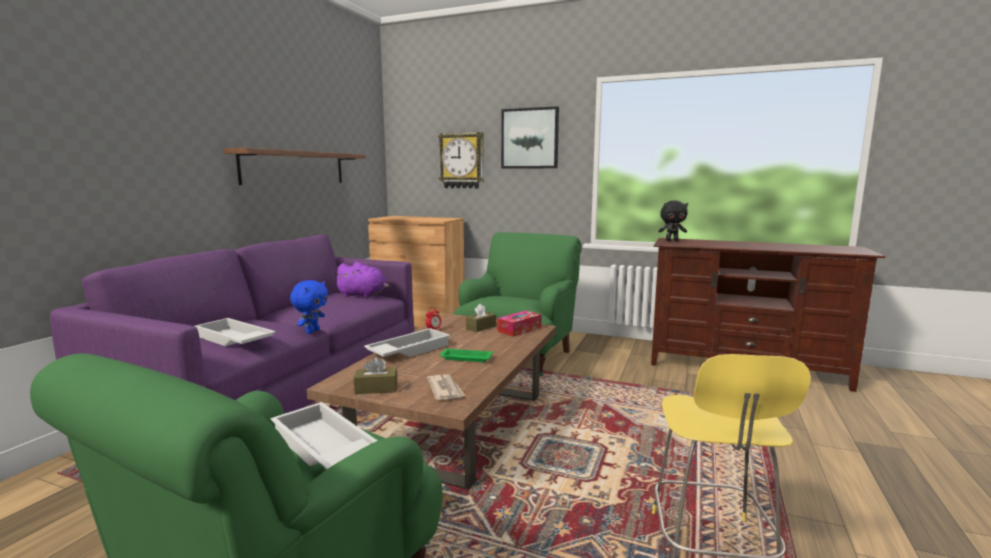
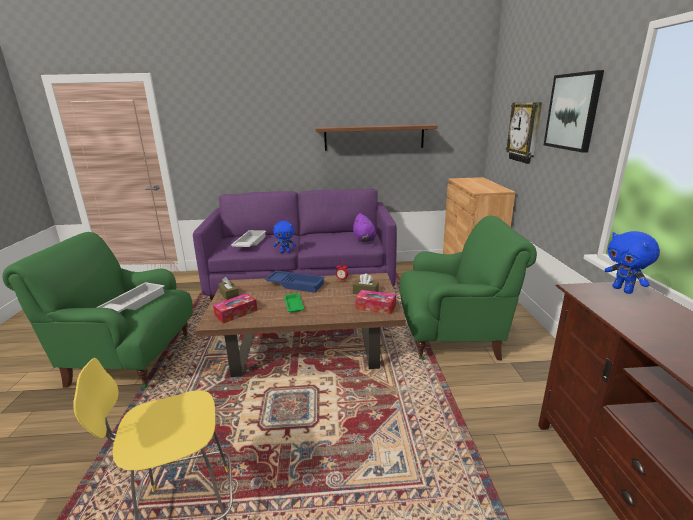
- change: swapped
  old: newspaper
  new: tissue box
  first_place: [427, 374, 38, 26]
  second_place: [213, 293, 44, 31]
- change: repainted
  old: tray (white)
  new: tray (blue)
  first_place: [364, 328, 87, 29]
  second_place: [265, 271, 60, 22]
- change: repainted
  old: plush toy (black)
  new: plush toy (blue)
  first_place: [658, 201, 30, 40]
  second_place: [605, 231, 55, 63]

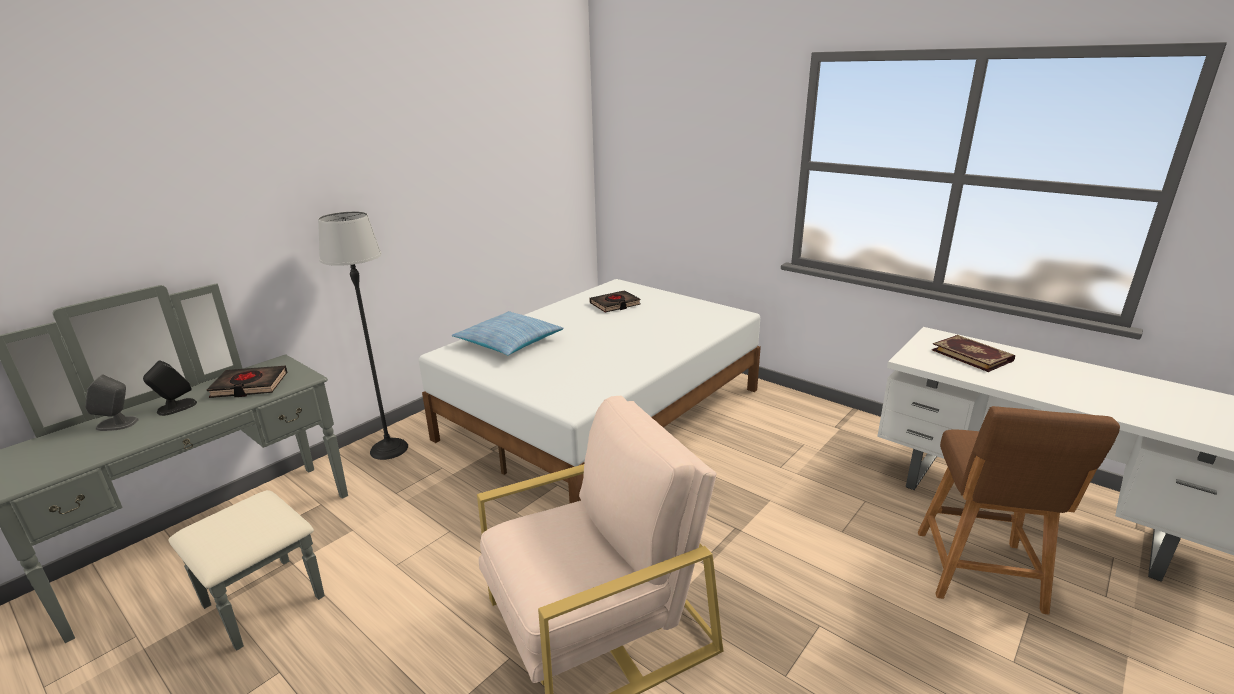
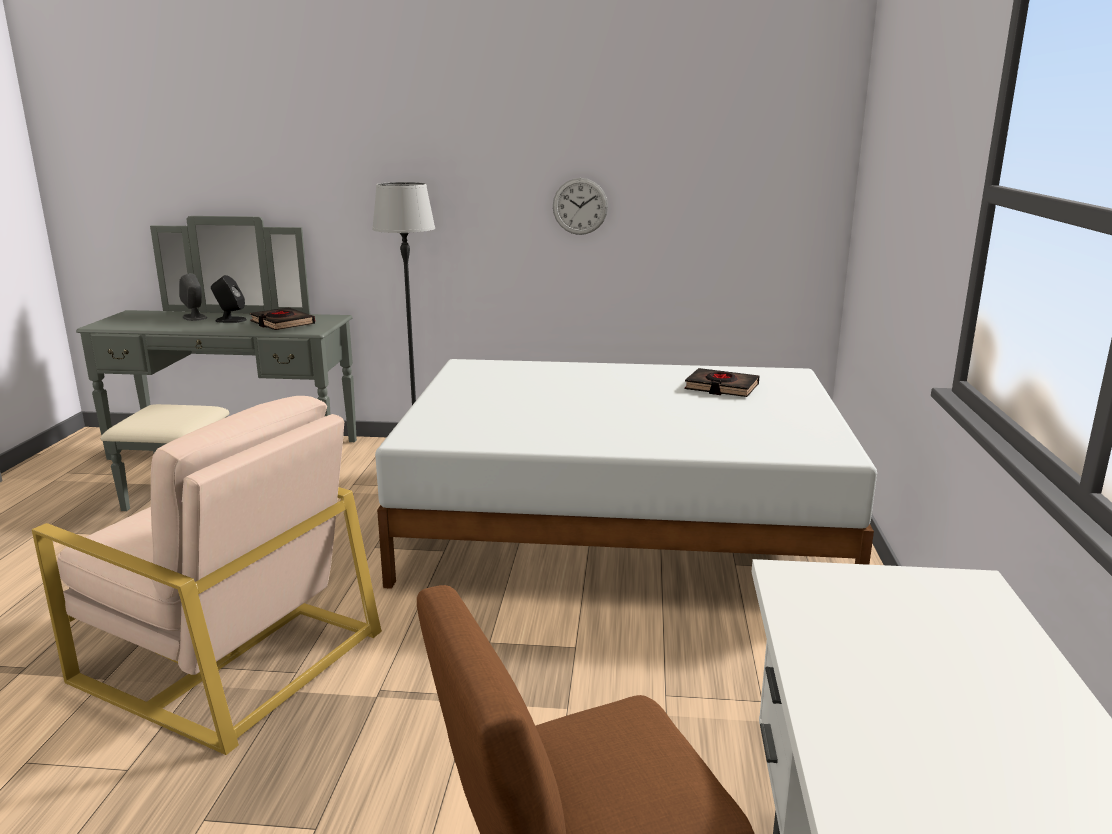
- change: gone
  old: pillow
  first_place: [452, 311, 112, 45]
- change: gone
  old: book
  first_place: [932, 335, 83, 37]
- change: new
  new: wall clock
  second_place: [553, 178, 55, 57]

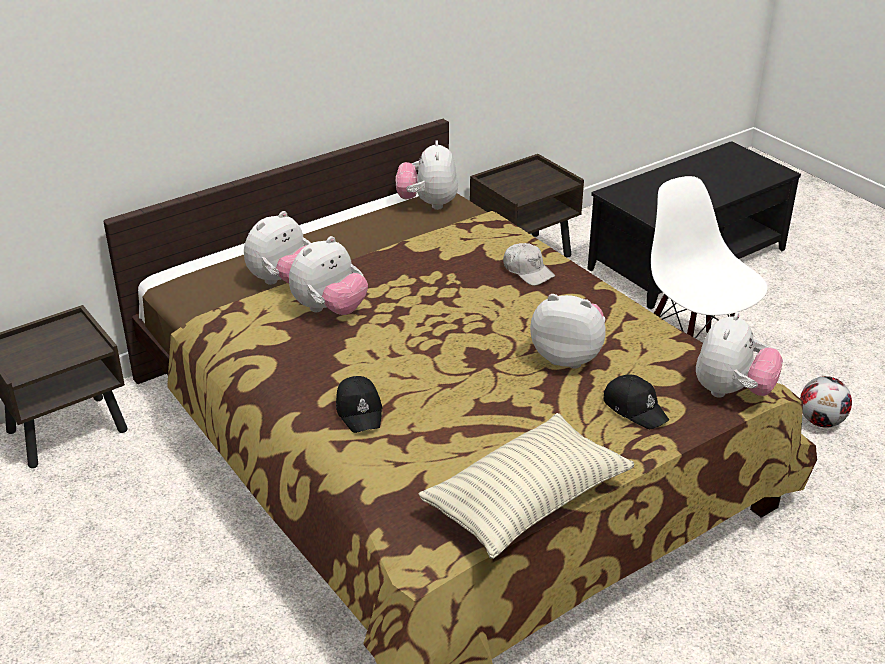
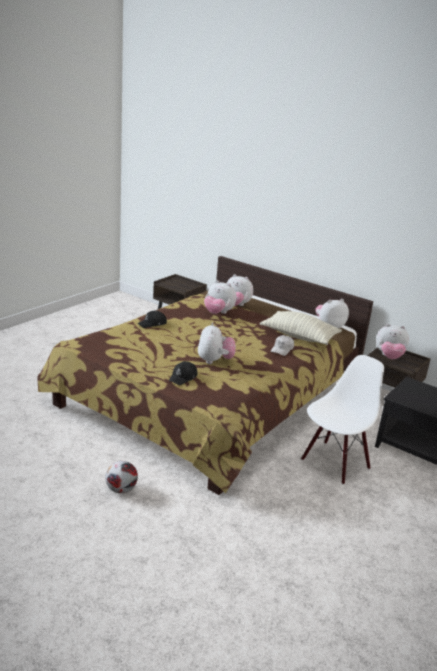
- change: shifted
  old: pillow
  first_place: [419, 413, 215, 146]
  second_place: [260, 311, 82, 34]
- change: shifted
  old: plush toy
  first_place: [696, 312, 87, 86]
  second_place: [376, 324, 33, 35]
- change: shifted
  old: football
  first_place: [800, 376, 52, 52]
  second_place: [105, 461, 33, 32]

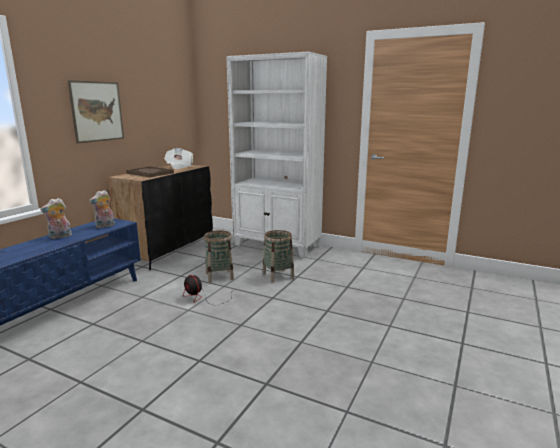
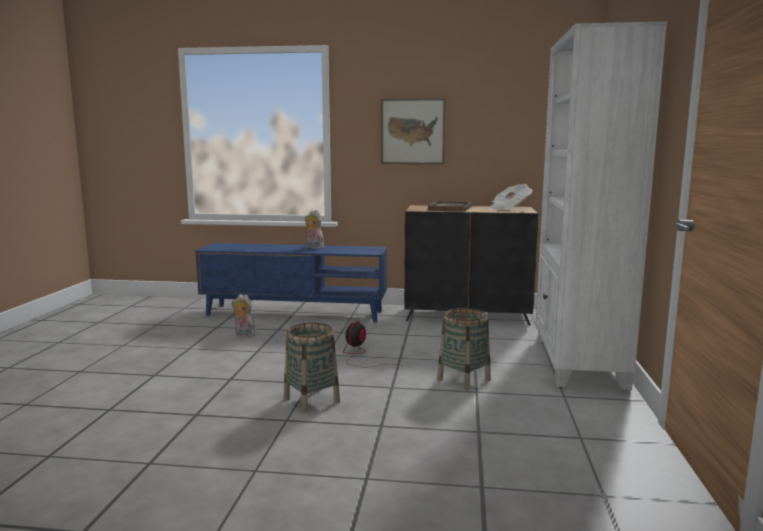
- change: shifted
  old: plush toy
  first_place: [89, 190, 26, 38]
  second_place: [232, 294, 23, 43]
- change: shifted
  old: basket
  first_place: [204, 230, 30, 53]
  second_place: [284, 323, 56, 90]

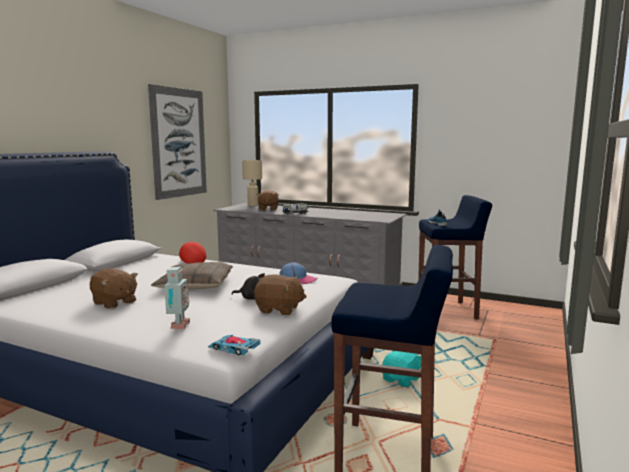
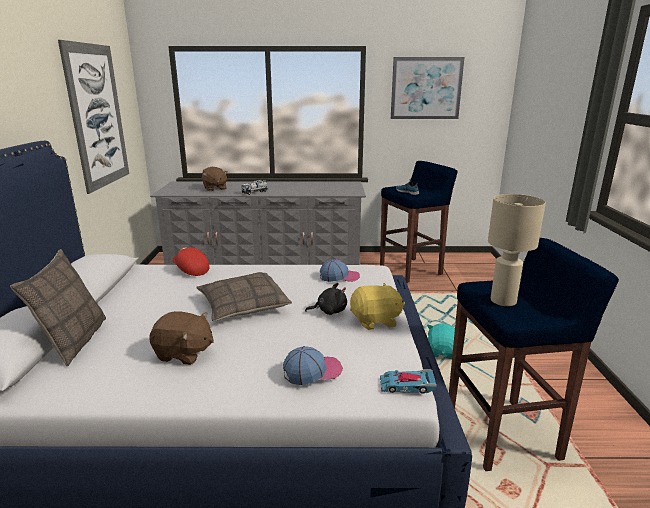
- change: new
  new: pillow
  second_place: [10, 249, 96, 117]
- change: new
  new: picture
  second_place: [391, 57, 74, 62]
- change: shifted
  old: table lamp (beige)
  first_place: [242, 160, 20, 46]
  second_place: [488, 194, 58, 112]
- change: swapped
  old: toy robot
  new: cap
  first_place: [164, 267, 26, 62]
  second_place: [283, 346, 60, 39]
- change: repainted
  old: plush toy (brown)
  new: plush toy (yellow)
  first_place: [254, 274, 53, 41]
  second_place: [350, 282, 55, 48]

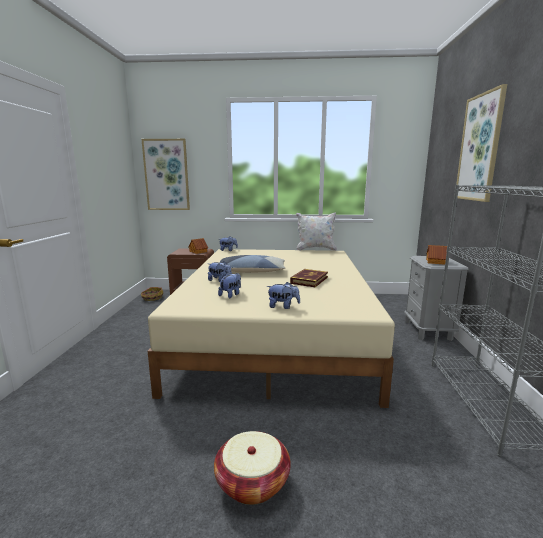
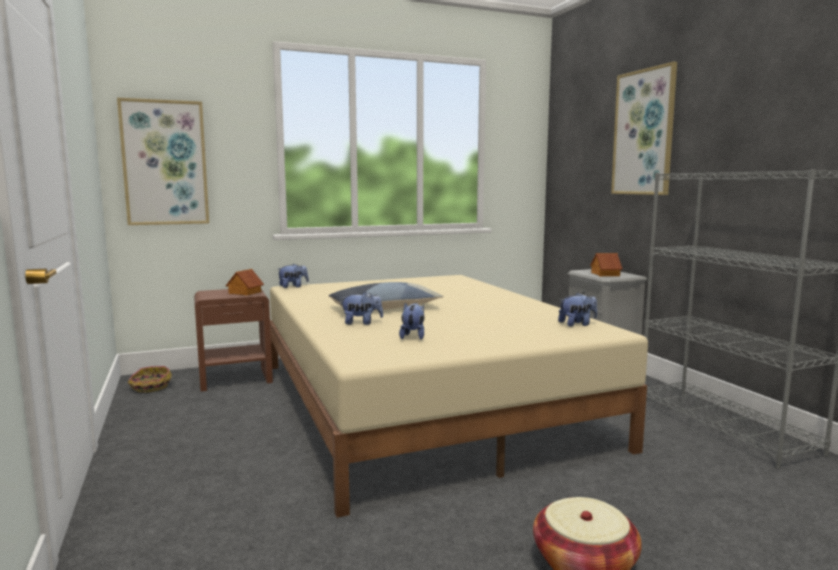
- change: gone
  old: book
  first_place: [290, 269, 38, 18]
- change: gone
  old: pillow (white)
  first_place: [296, 212, 41, 39]
- change: shifted
  old: plush toy
  first_place: [267, 282, 33, 27]
  second_place: [558, 293, 39, 34]

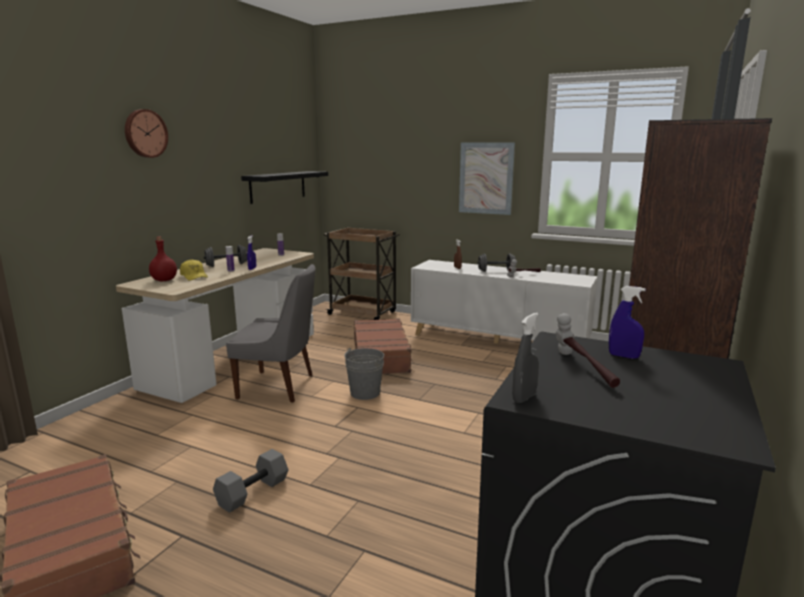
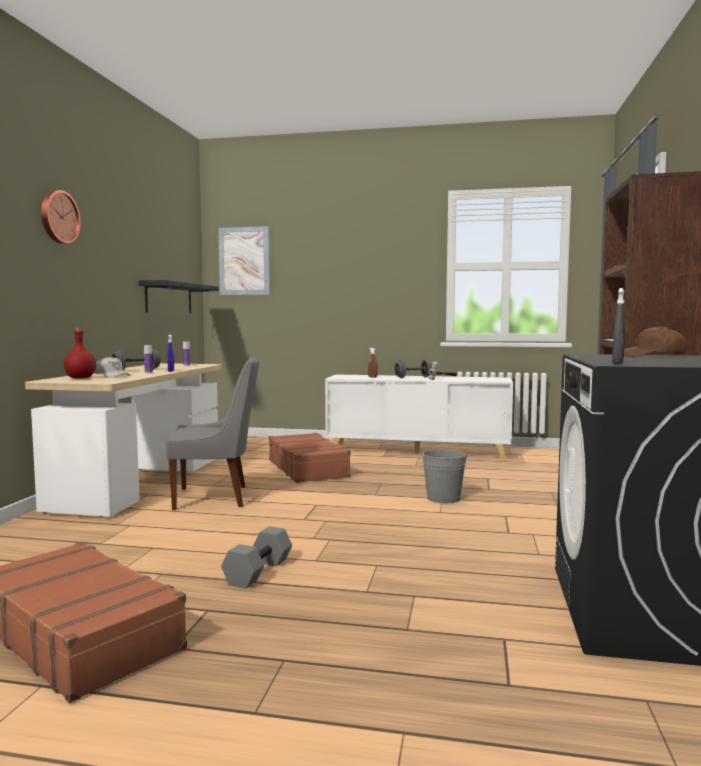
- change: gone
  old: cart (brown)
  first_place: [324, 227, 76, 93]
- change: gone
  old: hammer
  first_place: [556, 313, 64, 75]
- change: shifted
  old: bucket (grey)
  first_place: [344, 348, 40, 52]
  second_place: [420, 449, 49, 54]
- change: shifted
  old: picture
  first_place: [459, 142, 56, 73]
  second_place: [218, 226, 52, 69]
- change: swapped
  old: spray bottle (blue)
  new: cap (brown)
  first_place: [609, 286, 37, 73]
  second_place: [624, 326, 63, 31]
- change: repainted
  old: cap (yellow)
  new: cap (white)
  first_place: [180, 259, 28, 21]
  second_place: [95, 356, 36, 22]

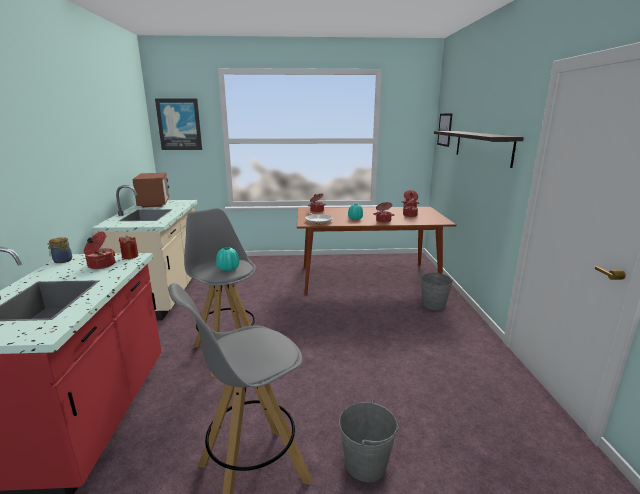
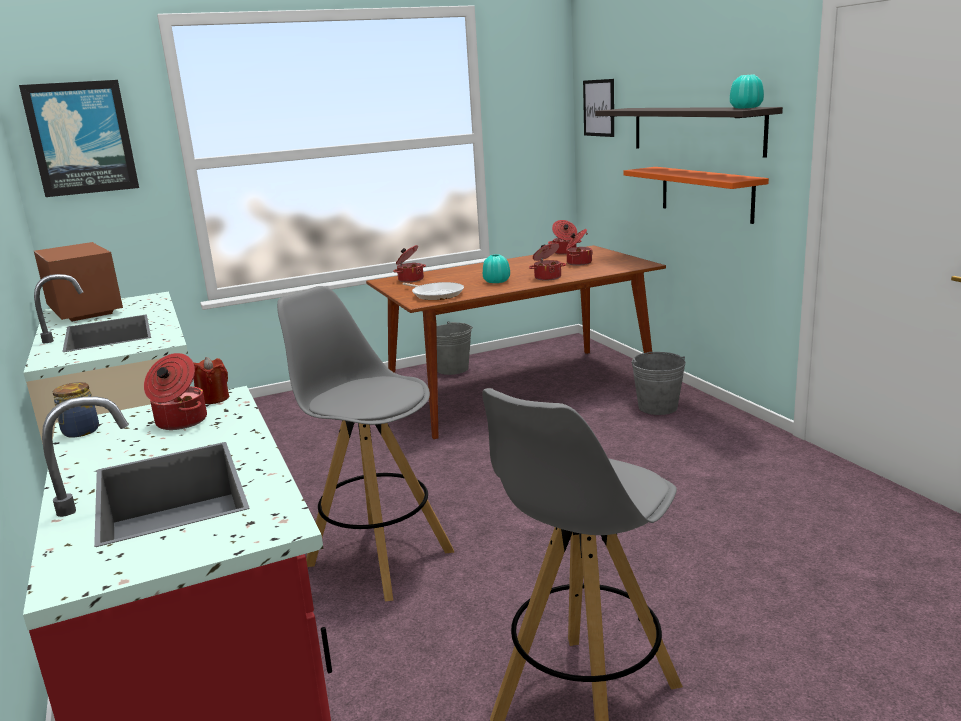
- change: new
  new: shelf (orange)
  second_place: [623, 167, 146, 57]
- change: shifted
  old: vase (turquoise)
  first_place: [216, 247, 23, 24]
  second_place: [730, 74, 34, 35]
- change: shifted
  old: bucket (grey)
  first_place: [339, 400, 60, 82]
  second_place: [436, 321, 37, 54]

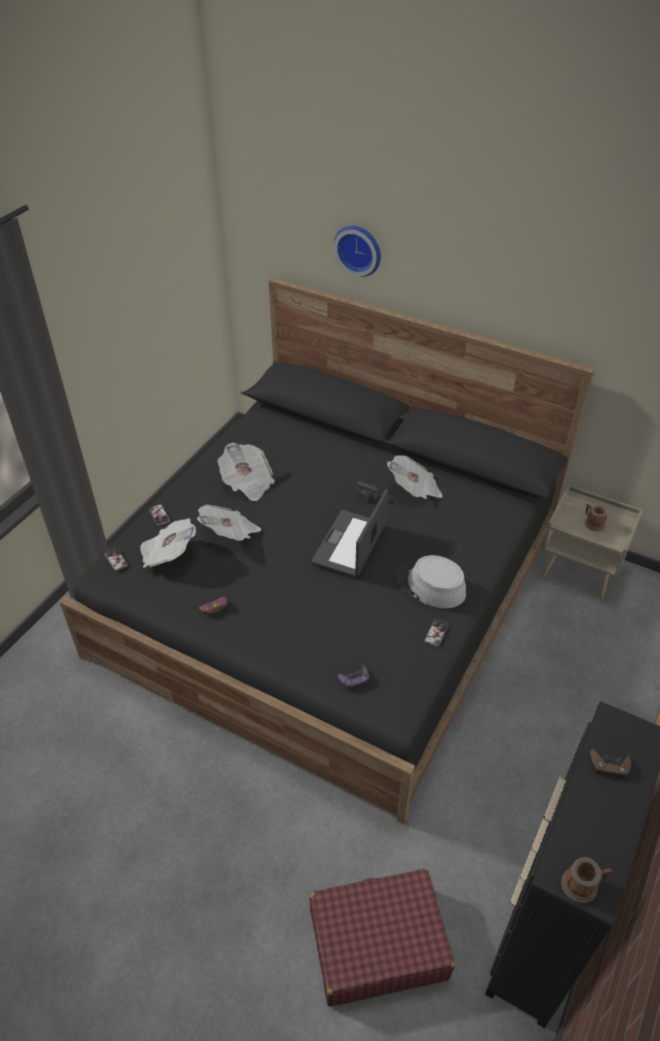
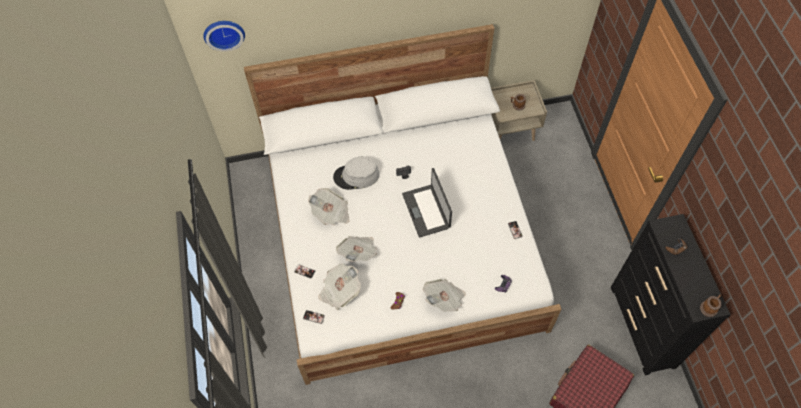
- change: shifted
  old: wall clock
  first_place: [334, 226, 47, 51]
  second_place: [203, 21, 42, 31]
- change: shifted
  old: newspaper
  first_place: [387, 455, 56, 44]
  second_place: [423, 279, 43, 33]
- change: shifted
  old: hat (grey)
  first_place: [395, 555, 71, 53]
  second_place: [333, 157, 47, 33]
- change: repainted
  old: bed (black)
  new: bed (white)
  first_place: [59, 277, 536, 547]
  second_place: [244, 24, 317, 361]

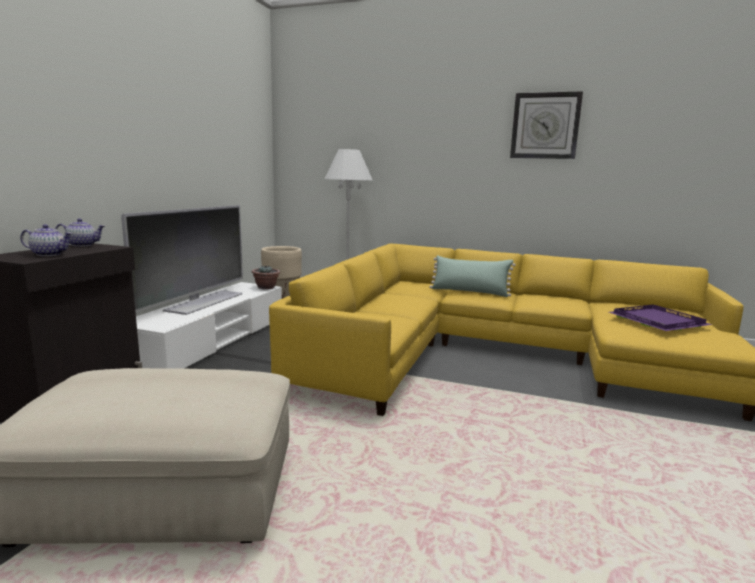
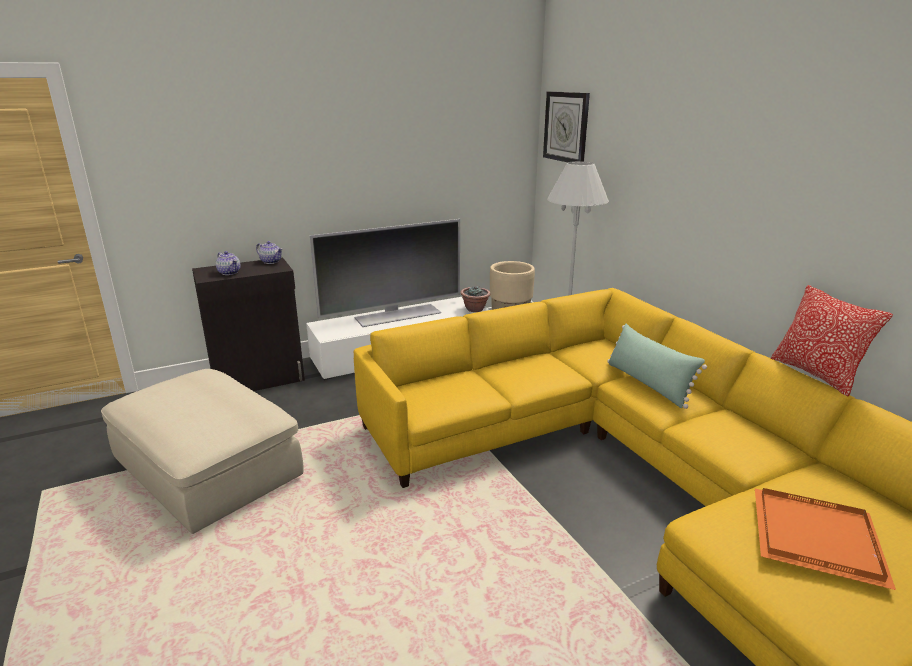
- change: new
  new: pillow
  second_place: [771, 285, 122, 112]
- change: shifted
  old: wall clock
  first_place: [510, 91, 73, 68]
  second_place: [543, 91, 47, 71]
- change: repainted
  old: tray (purple)
  new: tray (orange)
  first_place: [609, 305, 103, 26]
  second_place: [755, 488, 141, 102]

